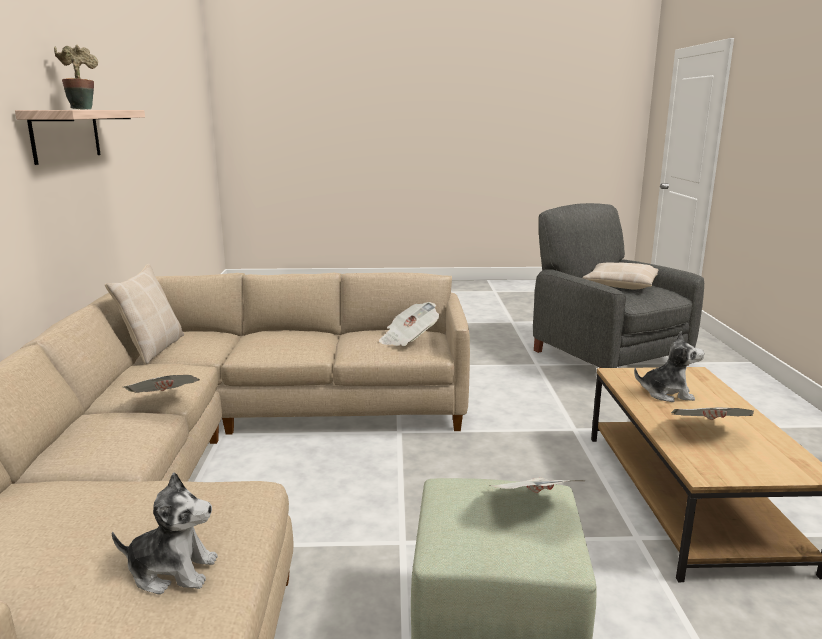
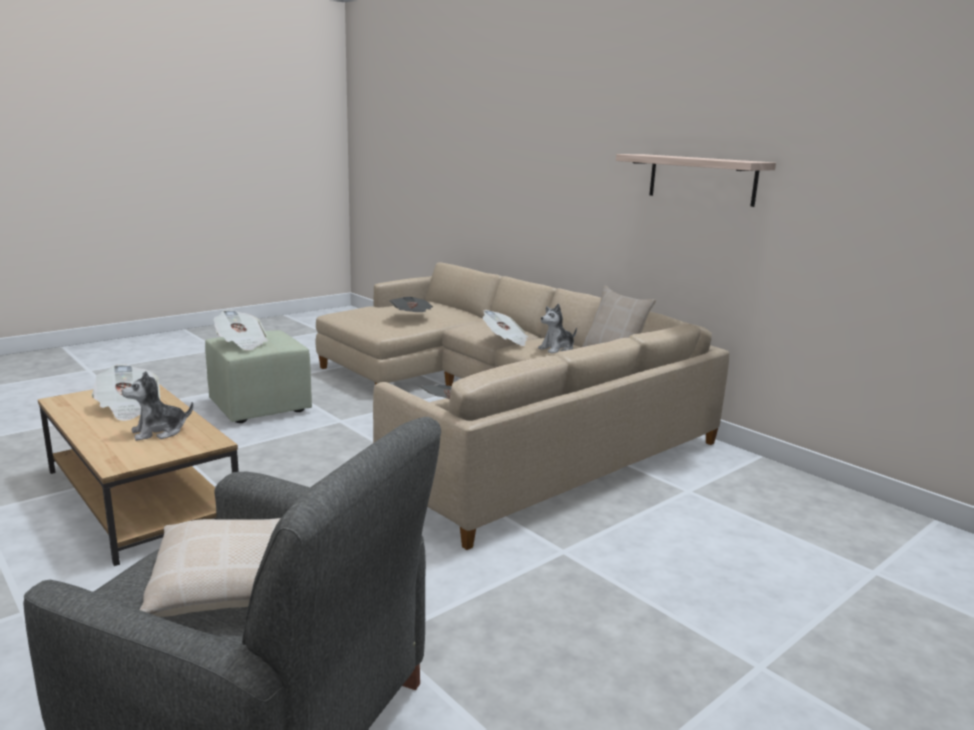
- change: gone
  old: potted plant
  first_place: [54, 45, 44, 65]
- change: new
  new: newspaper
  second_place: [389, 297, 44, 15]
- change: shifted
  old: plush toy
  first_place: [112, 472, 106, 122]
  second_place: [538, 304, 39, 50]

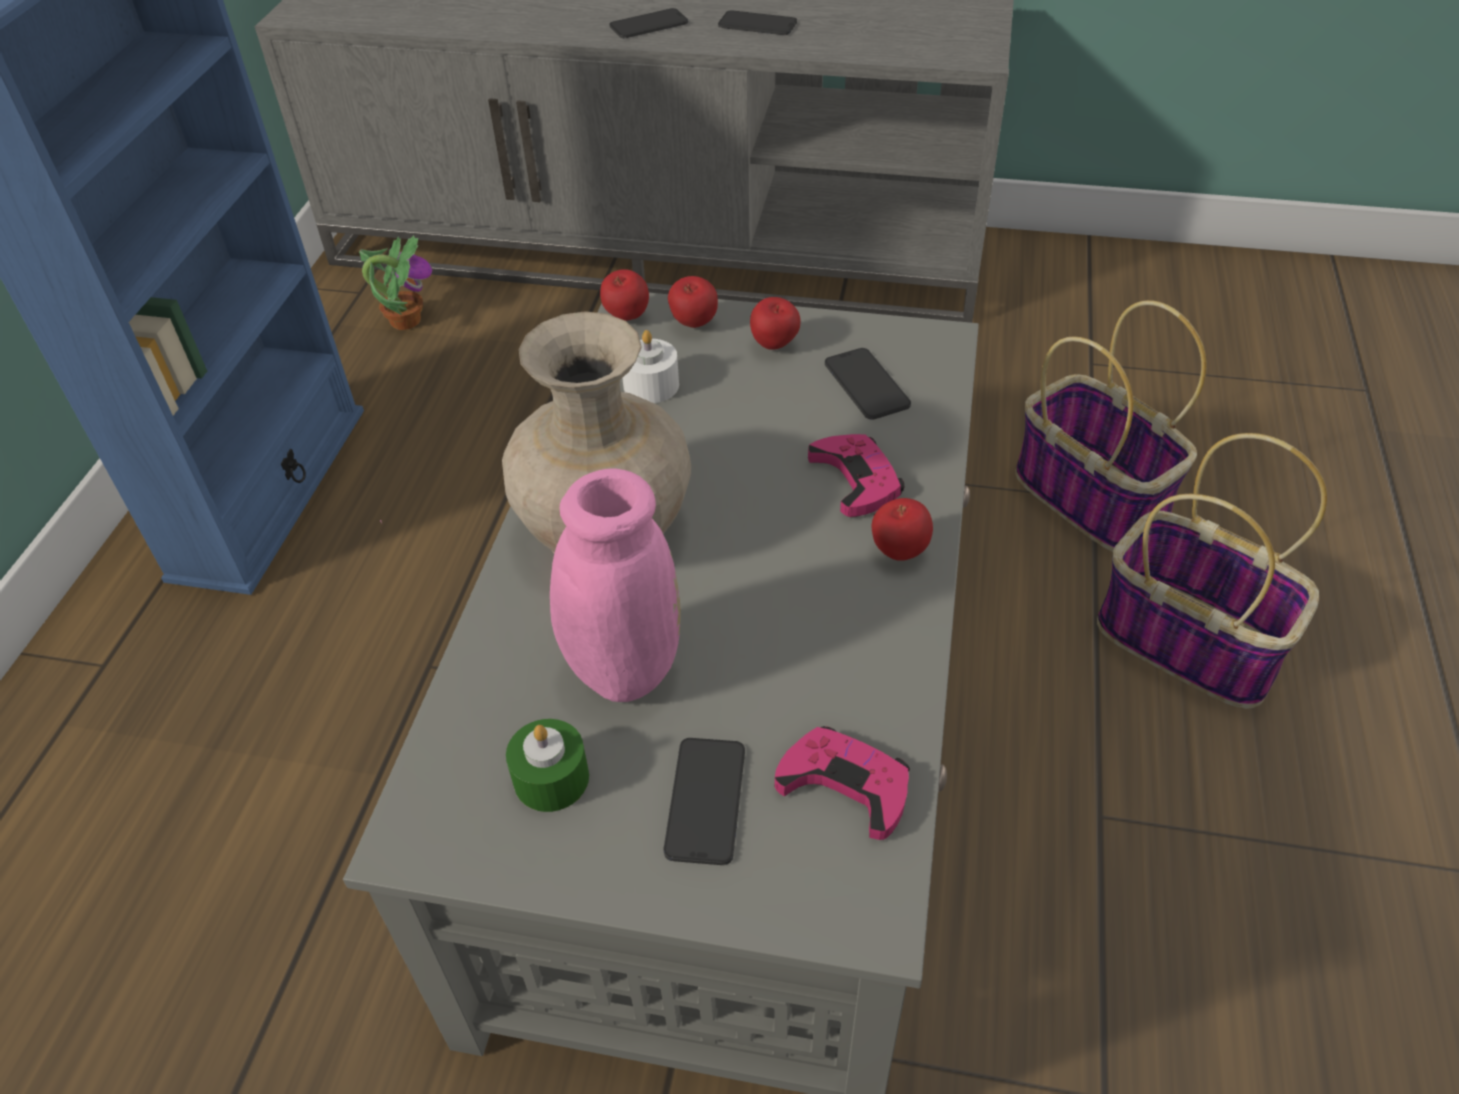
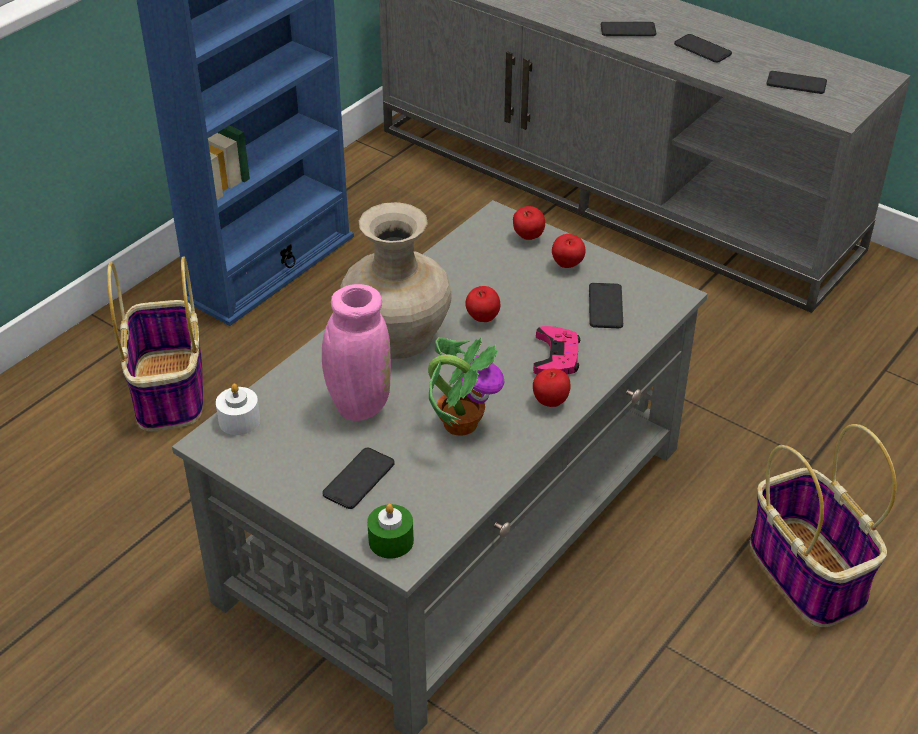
- change: gone
  old: game controller (pink)
  first_place: [775, 726, 135, 114]
- change: new
  new: phone
  second_place: [766, 71, 61, 23]
- change: shifted
  old: potted plant
  first_place: [359, 235, 73, 95]
  second_place: [428, 337, 76, 99]
- change: shifted
  old: candle (green)
  first_place: [506, 719, 83, 93]
  second_place: [367, 504, 47, 55]
- change: shifted
  old: apple
  first_place: [600, 269, 49, 52]
  second_place: [465, 286, 35, 36]
- change: shifted
  old: candle (white)
  first_place: [623, 330, 56, 73]
  second_place: [216, 384, 44, 51]
- change: shifted
  old: basket
  first_place: [1015, 300, 191, 252]
  second_place: [107, 256, 96, 175]

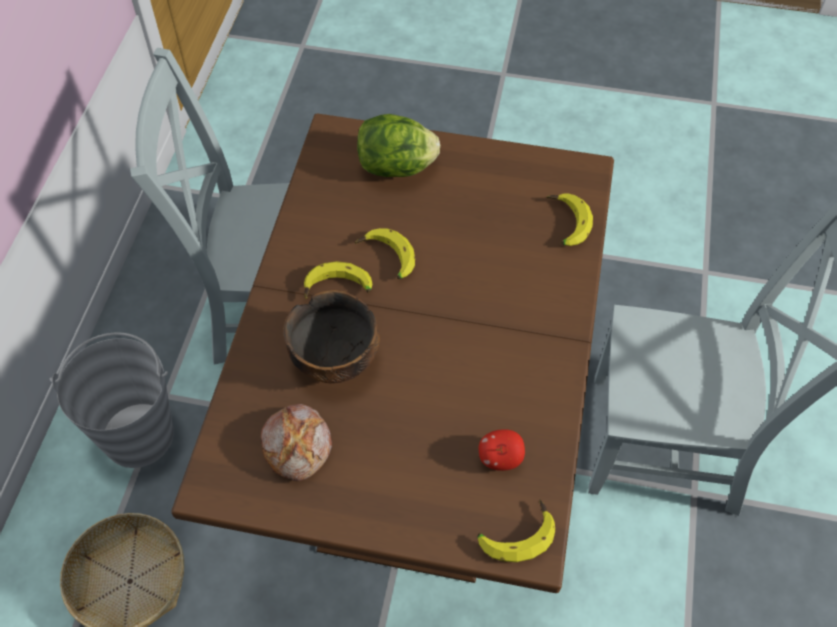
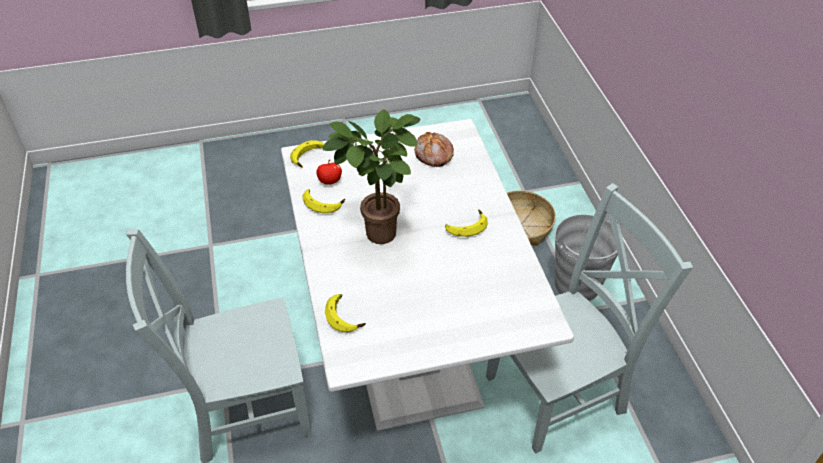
- change: gone
  old: bowl
  first_place: [283, 290, 97, 93]
- change: gone
  old: lettuce
  first_place: [357, 114, 83, 63]
- change: new
  new: potted plant
  second_place: [323, 109, 98, 135]
- change: shifted
  old: banana
  first_place: [355, 228, 60, 51]
  second_place: [302, 189, 43, 24]
- change: repainted
  old: dining table (brown)
  new: dining table (white)
  first_place: [171, 113, 443, 480]
  second_place: [281, 119, 293, 312]

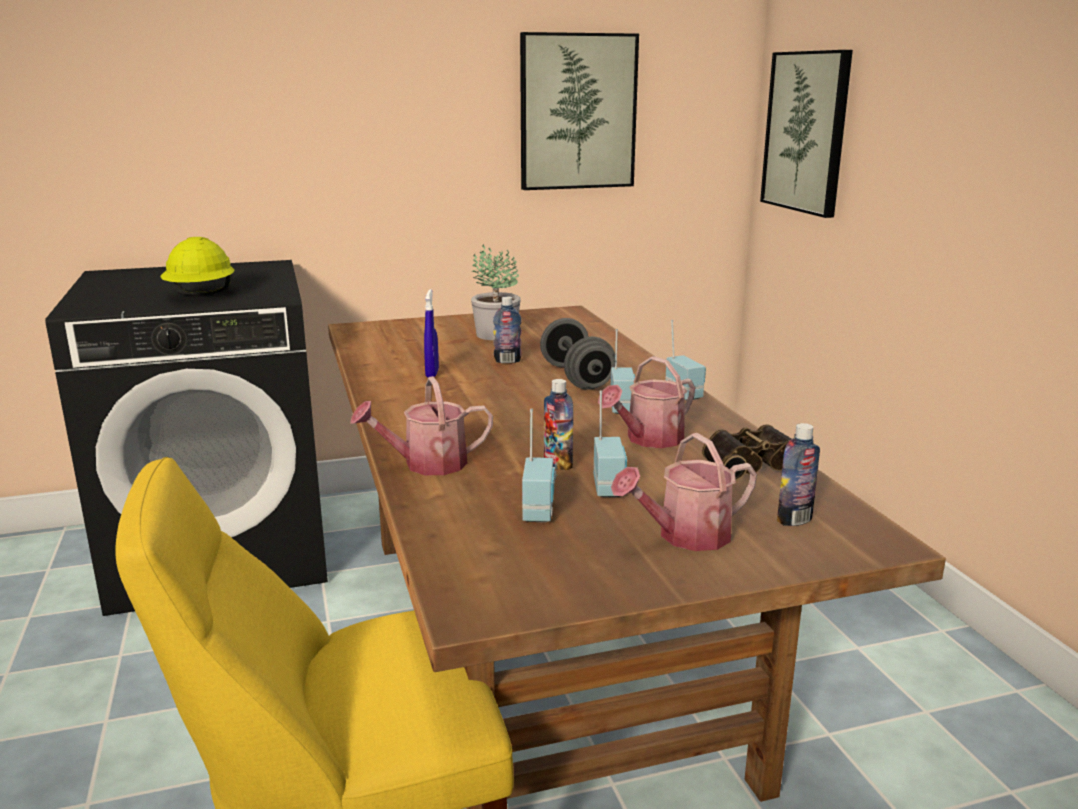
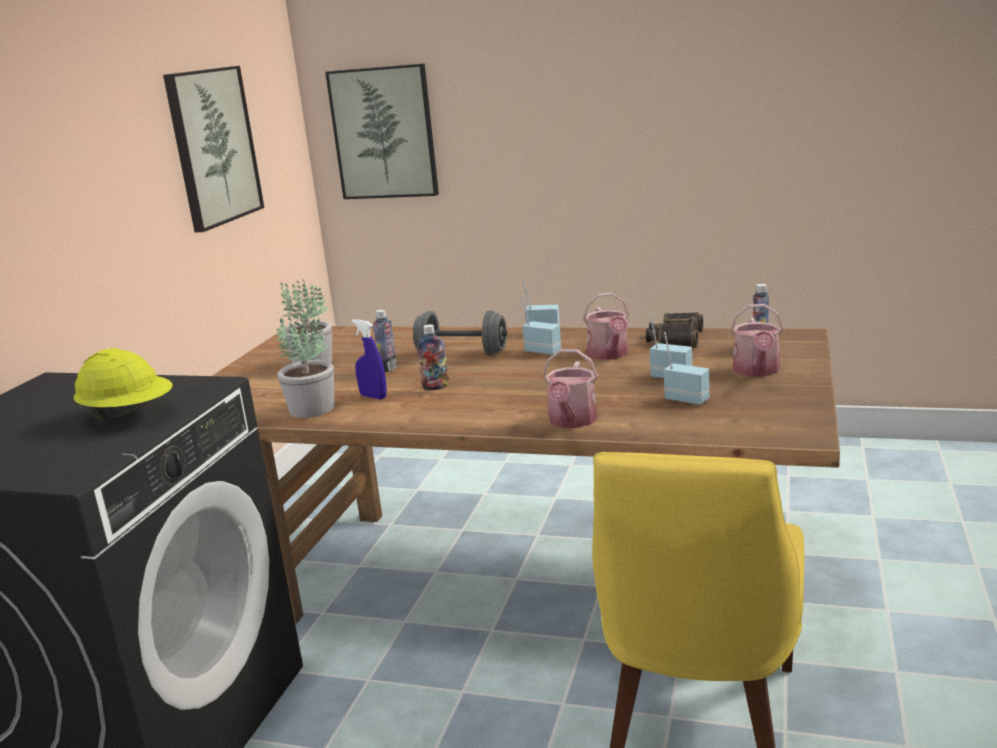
- change: new
  new: potted plant
  second_place: [276, 309, 59, 109]
- change: shifted
  old: bottle
  first_place: [544, 379, 29, 92]
  second_place: [417, 324, 32, 66]

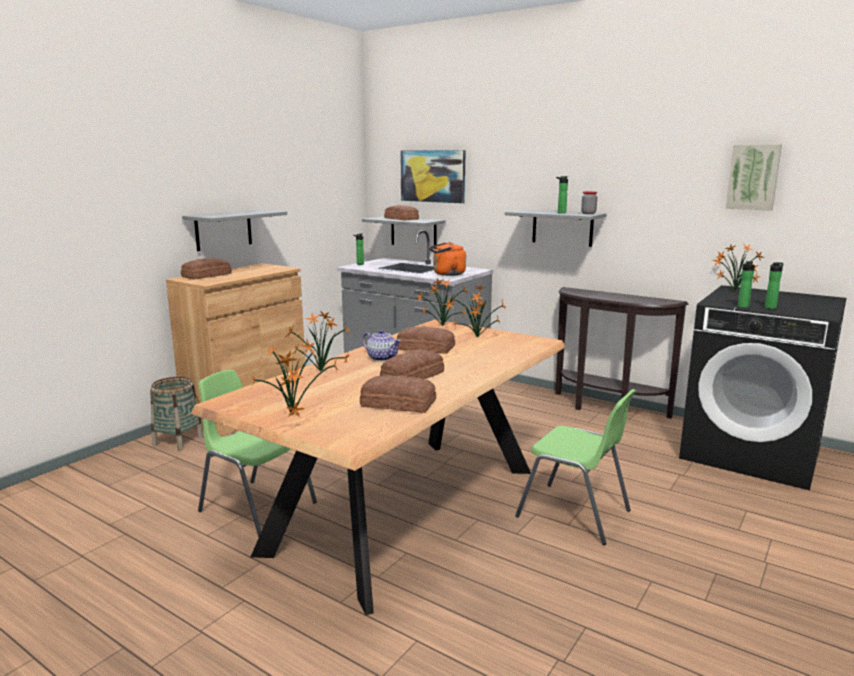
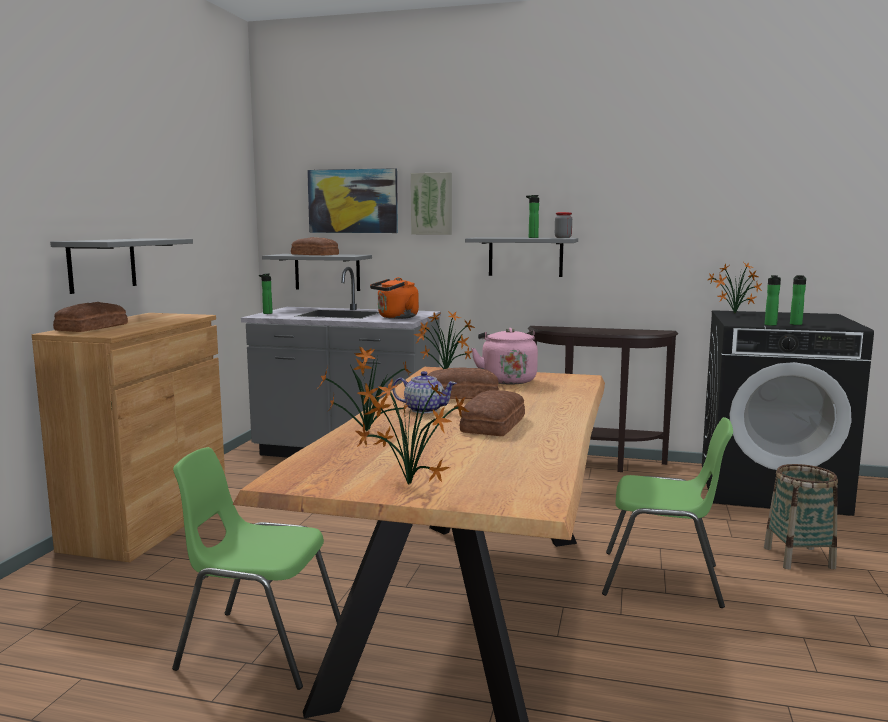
- change: gone
  old: bread
  first_place: [360, 375, 76, 38]
- change: shifted
  old: basket
  first_place: [150, 377, 54, 74]
  second_place: [764, 464, 74, 105]
- change: shifted
  old: picture
  first_place: [726, 144, 56, 67]
  second_place: [411, 172, 41, 63]
- change: swapped
  old: potted plant
  new: kettle (pink)
  first_place: [452, 285, 54, 52]
  second_place: [471, 328, 67, 57]

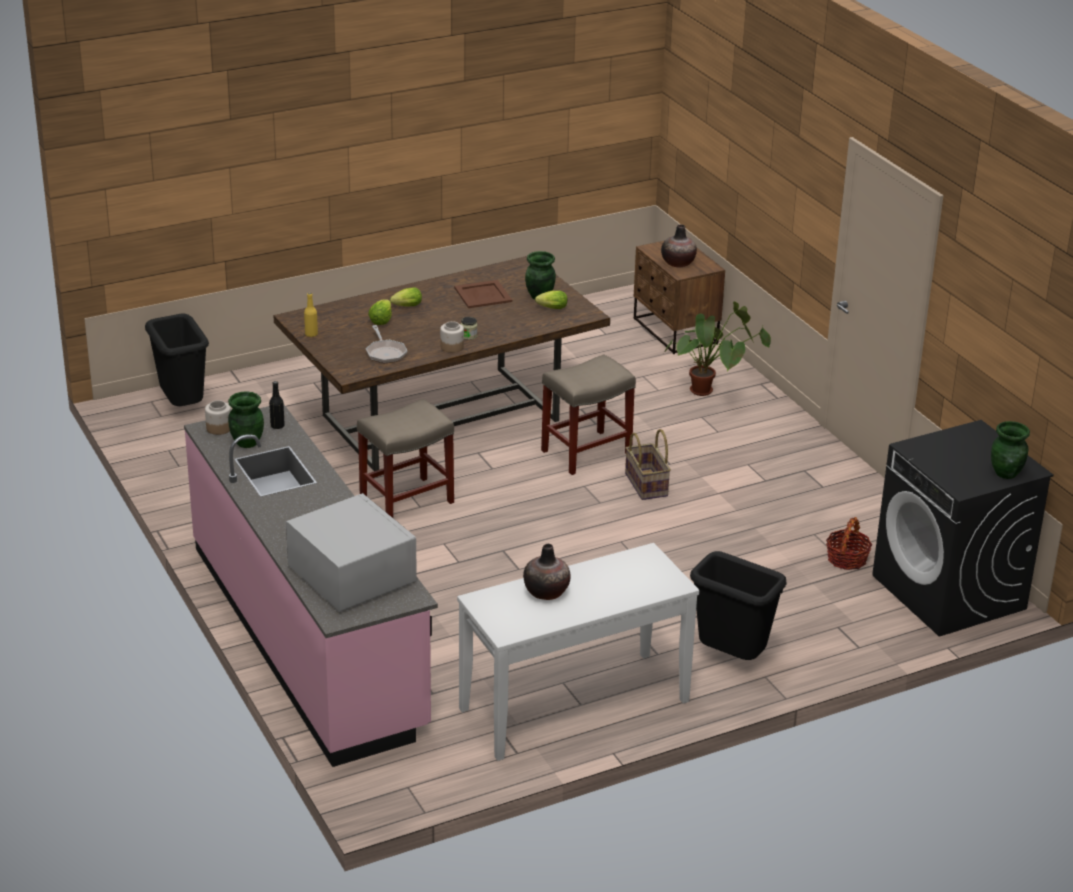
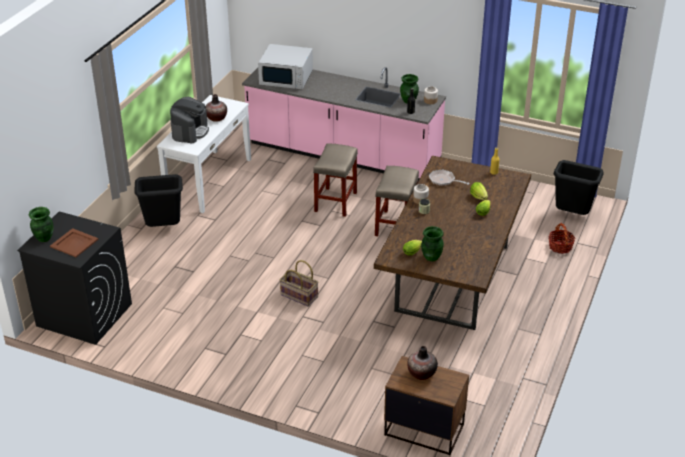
- change: gone
  old: potted plant
  first_place: [664, 301, 107, 95]
- change: new
  new: coffee machine
  second_place: [170, 97, 39, 46]
- change: shifted
  old: tray (brown)
  first_place: [454, 280, 58, 28]
  second_place: [50, 228, 49, 29]
- change: shifted
  old: stool (beige)
  first_place: [541, 354, 95, 121]
  second_place: [313, 144, 45, 73]
- change: shifted
  old: basket
  first_place: [826, 517, 46, 53]
  second_place: [549, 223, 26, 31]

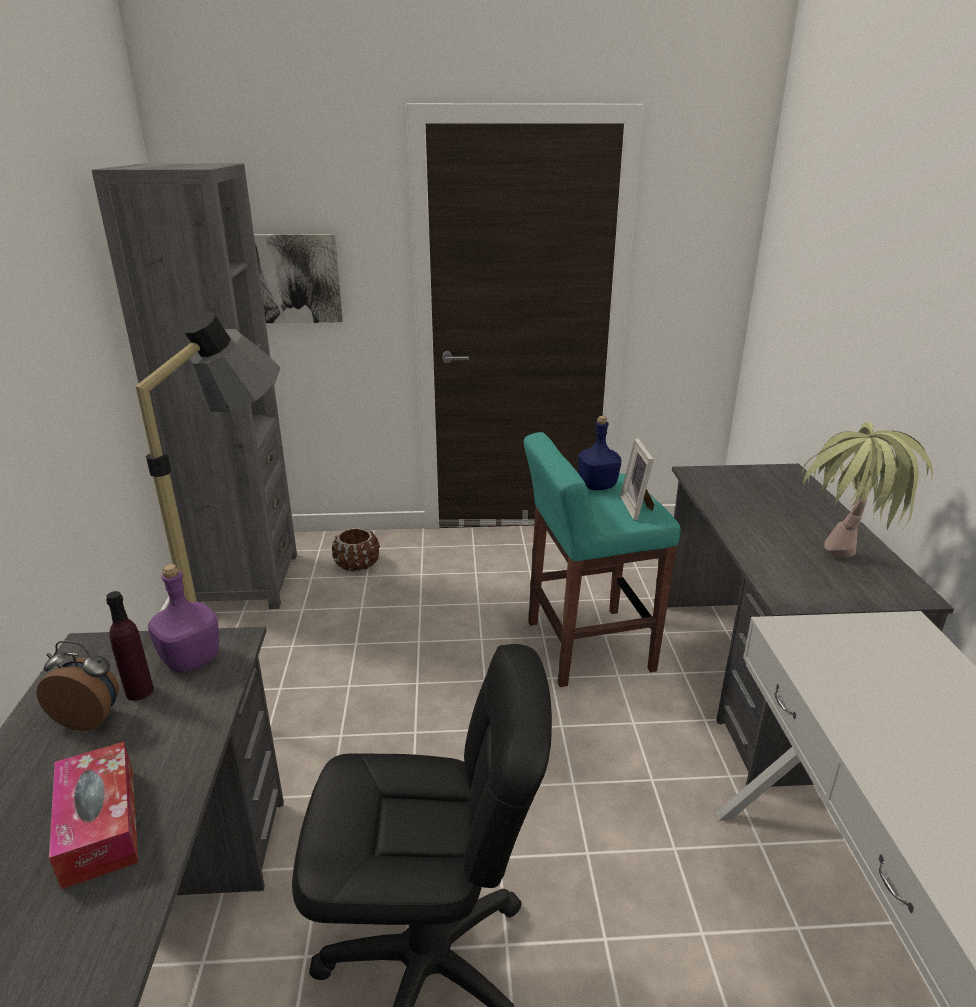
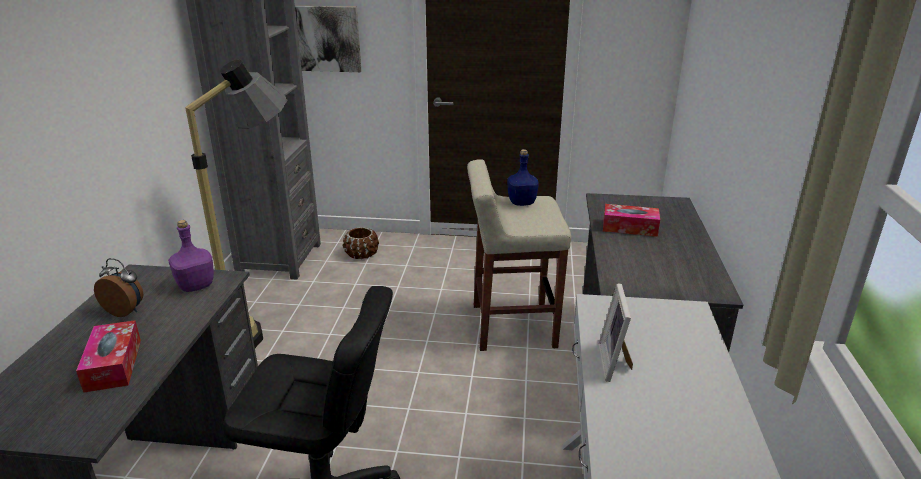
- change: gone
  old: bottle (purple)
  first_place: [106, 591, 48, 110]
- change: gone
  old: potted plant
  first_place: [802, 422, 131, 136]
- change: new
  new: tissue box
  second_place: [603, 204, 57, 33]
- change: shifted
  old: picture frame
  first_place: [620, 438, 34, 83]
  second_place: [599, 283, 34, 99]
- change: repainted
  old: stool (turquoise)
  new: stool (beige)
  first_place: [524, 432, 157, 255]
  second_place: [467, 159, 104, 192]

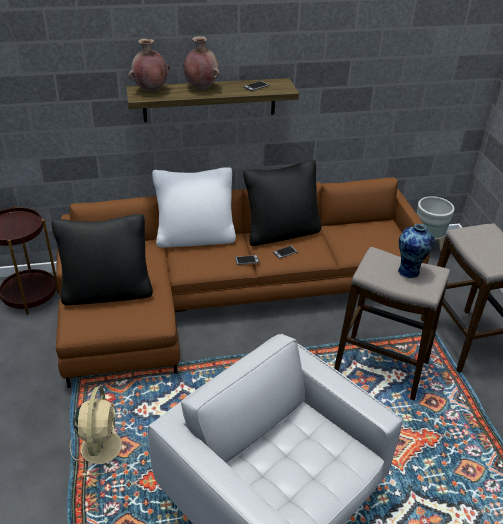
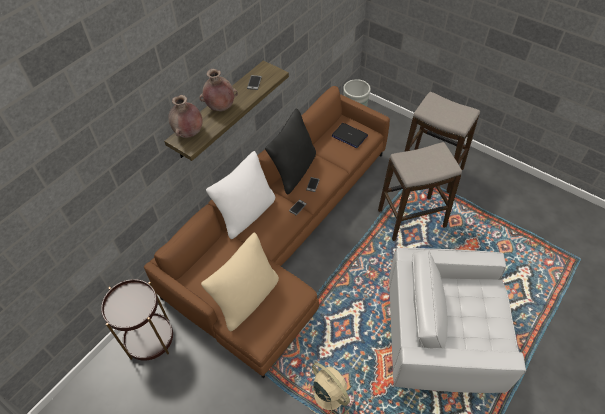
- change: gone
  old: vase
  first_place: [398, 224, 37, 54]
- change: new
  new: laptop
  second_place: [332, 123, 36, 25]
- change: repainted
  old: pillow (black)
  new: pillow (beige)
  first_place: [51, 214, 102, 91]
  second_place: [201, 232, 78, 99]

